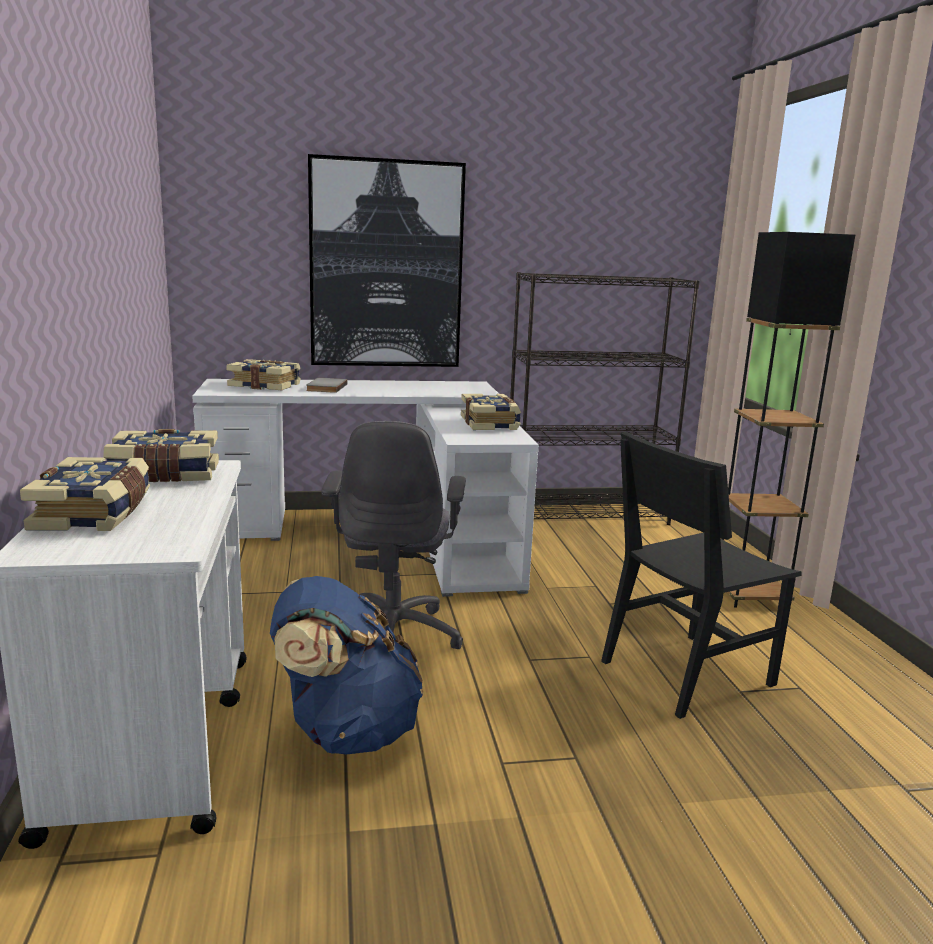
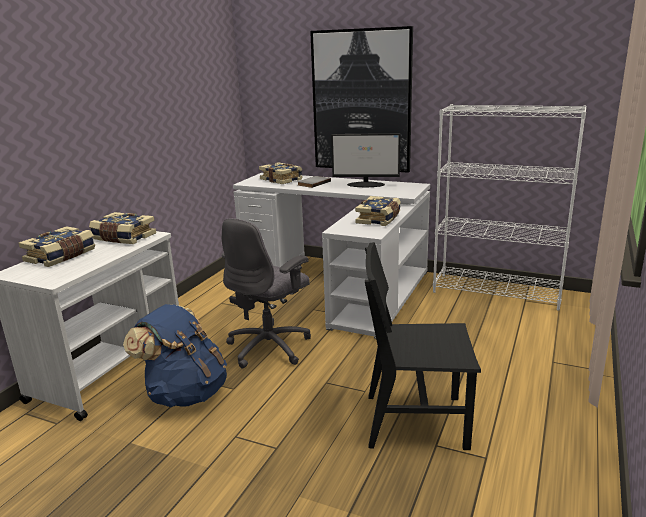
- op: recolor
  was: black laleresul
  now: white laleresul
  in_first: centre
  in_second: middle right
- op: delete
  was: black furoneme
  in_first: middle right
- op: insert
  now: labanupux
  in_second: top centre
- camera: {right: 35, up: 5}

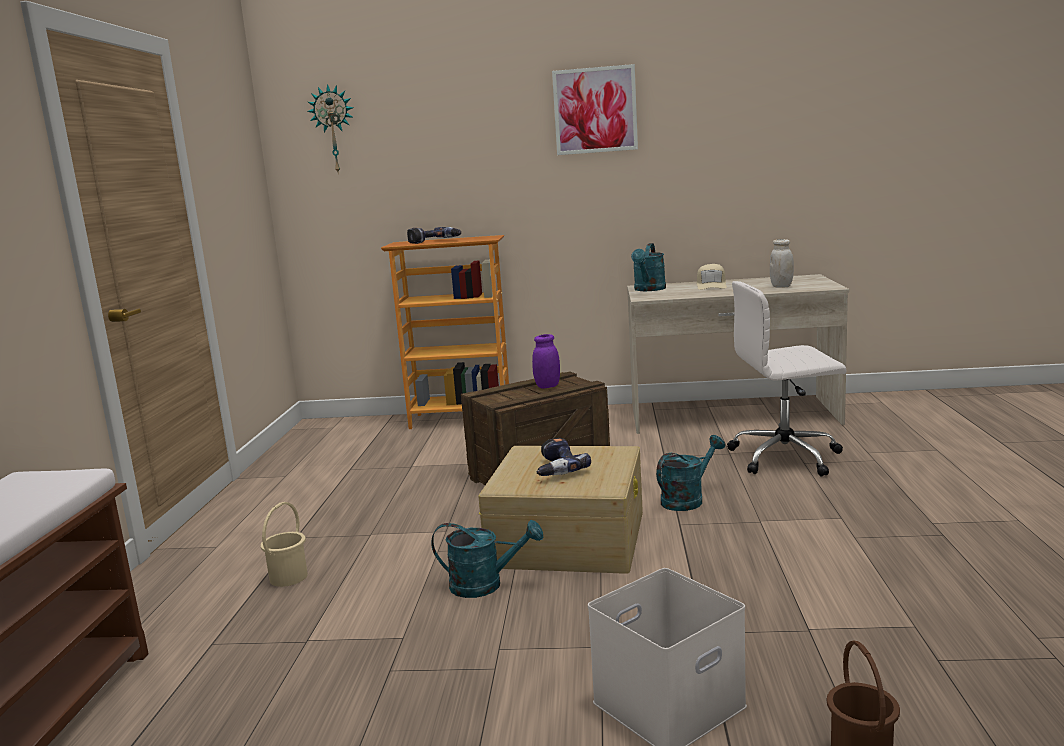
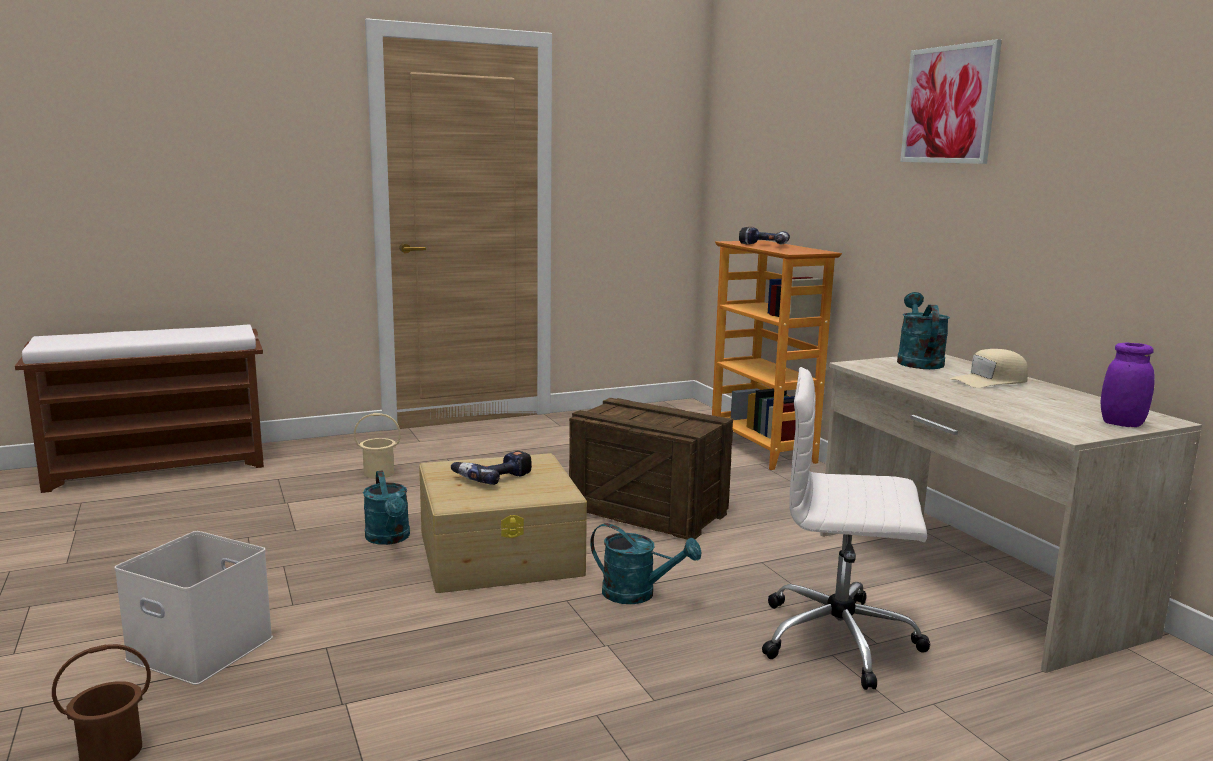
- op: delete
  was: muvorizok
  in_first: top left
- op: move
  was: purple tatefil
  in_first: centre
  in_second: middle right
- op: rotate
  was: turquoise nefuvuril (2nd from left in the first image)
  in_first: centre
  in_second: middle right
  clockwise: 105
- op: rotate
  was: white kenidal
  in_first: middle right
  in_second: bottom right
  clockwise: -45
- op: delete
  was: white tatefil
  in_first: middle right
- camera: {right: 60, up: 0}

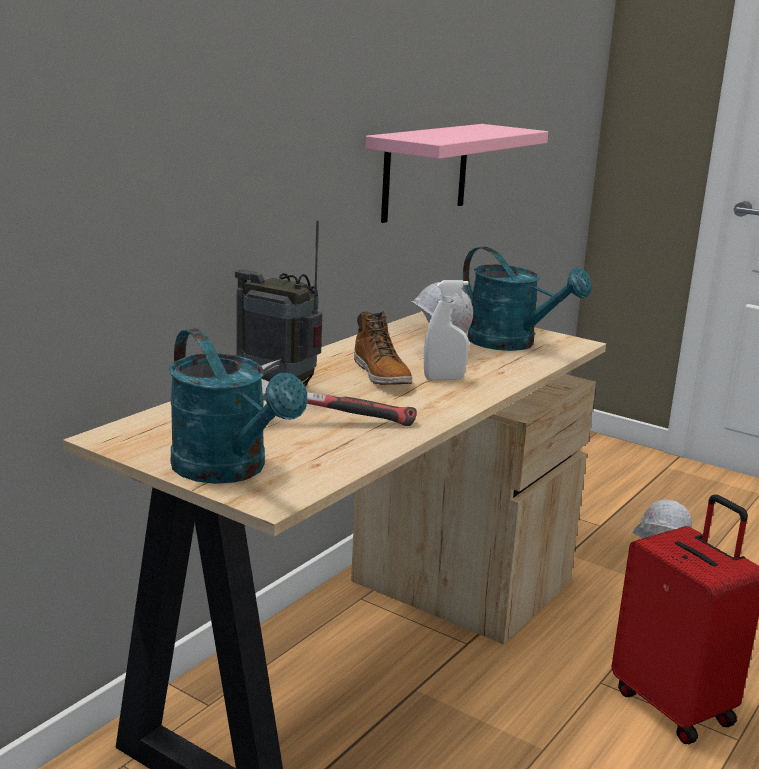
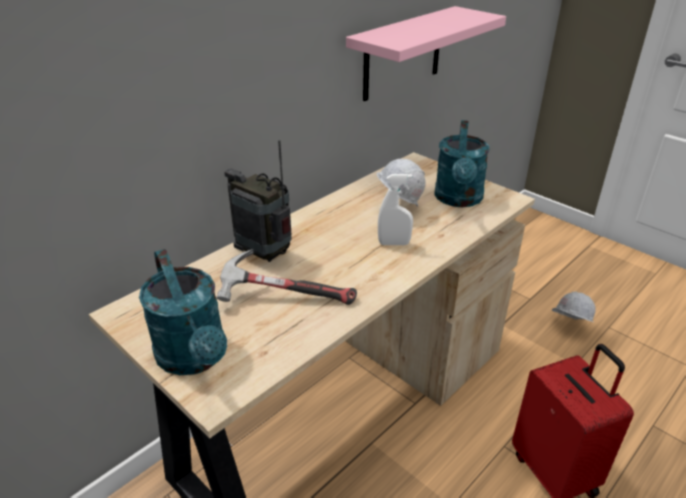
- op: delete
  was: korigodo
  in_first: centre
- op: rotate
  was: turquoise nefuvuril (2nd from left)
  in_first: middle right
  in_second: top right
  clockwise: 45
- camera: {right: 10, up: 15}

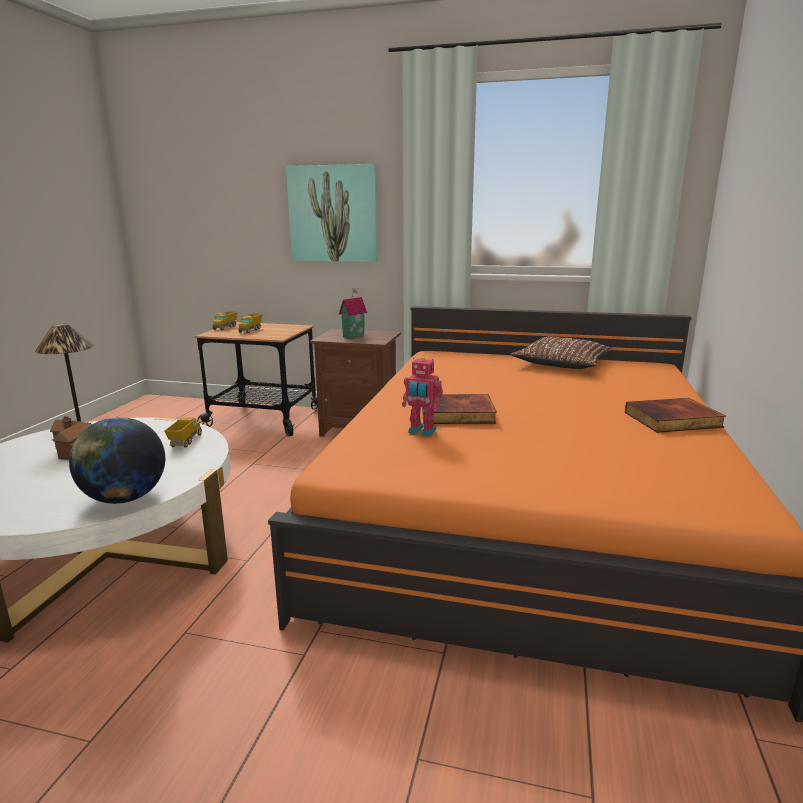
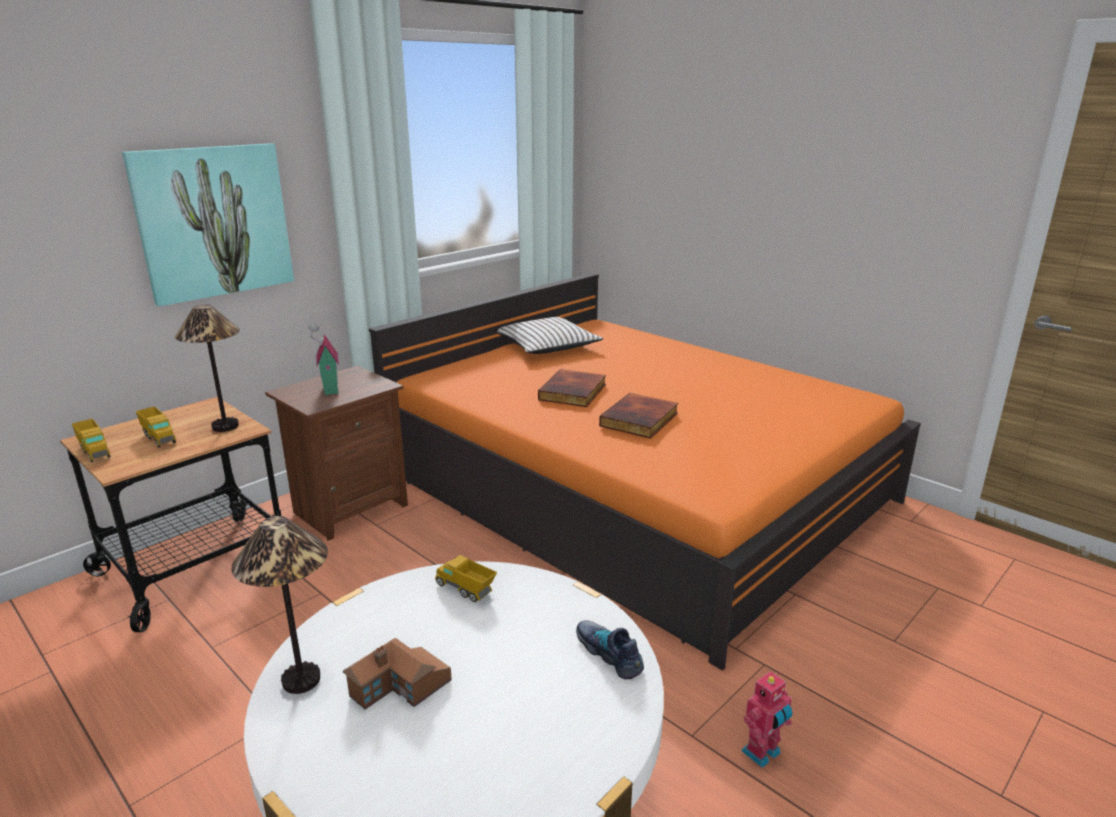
- op: replace
  was: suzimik
  now: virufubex
  in_first: middle left
  in_second: bottom centre
- op: move
  was: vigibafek
  in_first: centre
  in_second: bottom right
- op: recolor
  was: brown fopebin
  now: white fopebin
  in_first: middle right
  in_second: centre
- op: move
  was: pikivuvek (2nd from left in the first image)
  now: pikivuvek (1st from left)
  in_first: middle right
  in_second: centre
- op: insert
  now: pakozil (1st from left)
  in_second: middle left
- camera: {right: -60, up: 5}

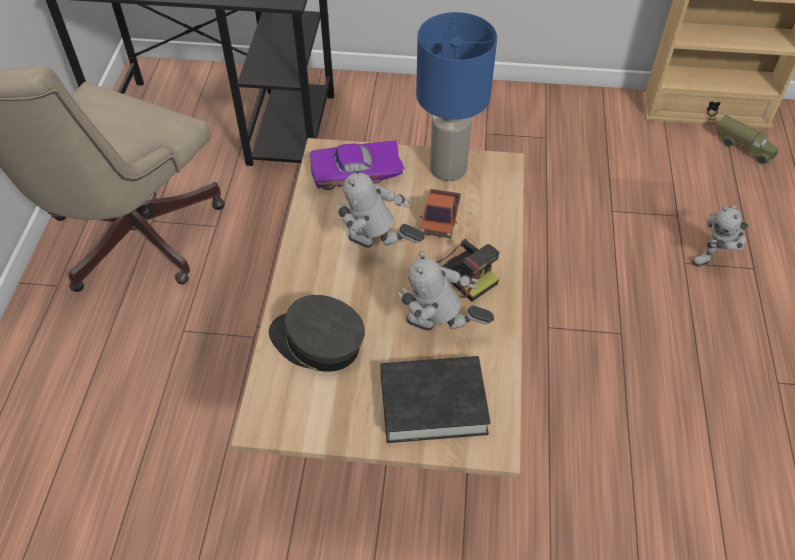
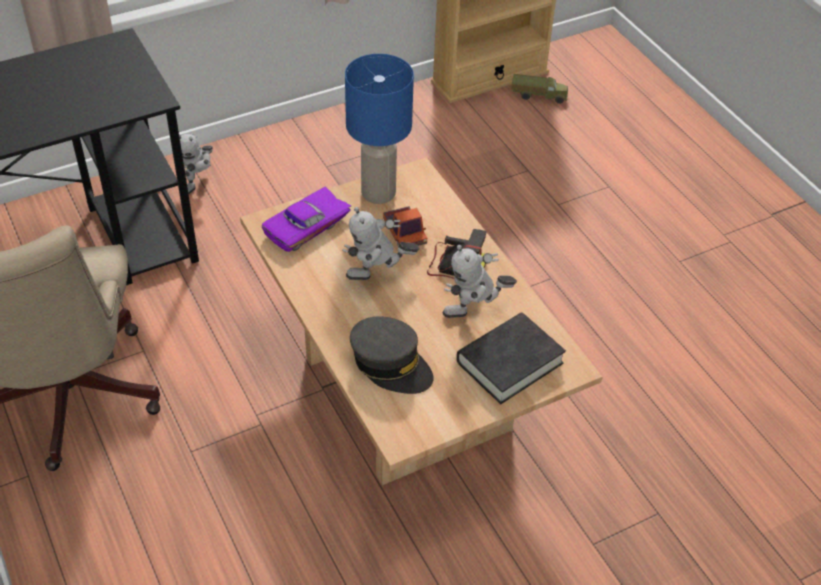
- op: rotate
  was: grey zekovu
  in_first: centre
  in_second: centre
  clockwise: -135
- op: move
  was: vigibafek (3rd from left in the first image)
  now: vigibafek (1st from left)
  in_first: middle right
  in_second: top left
- camera: {right: -35, up: -5}

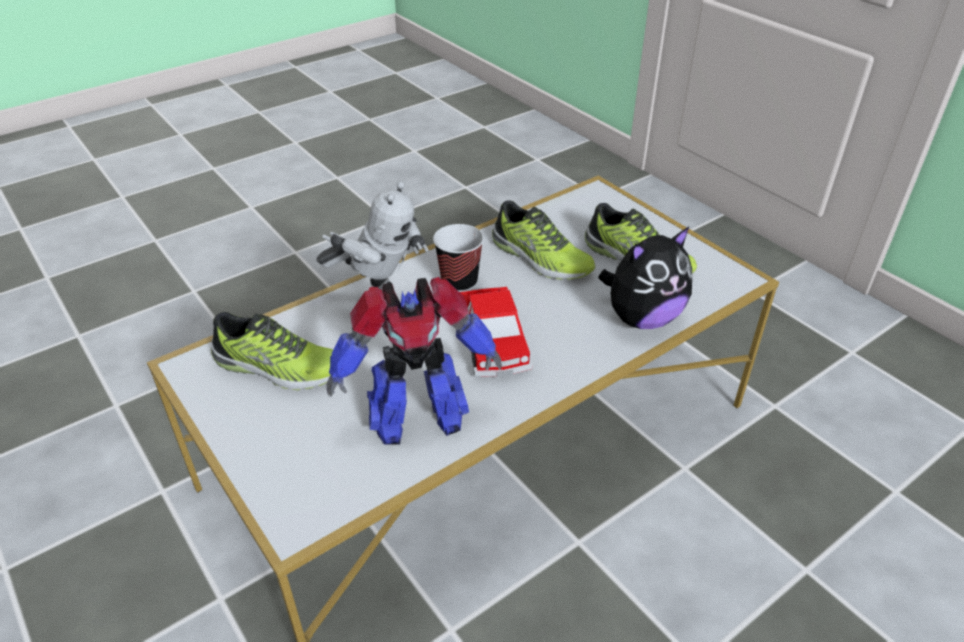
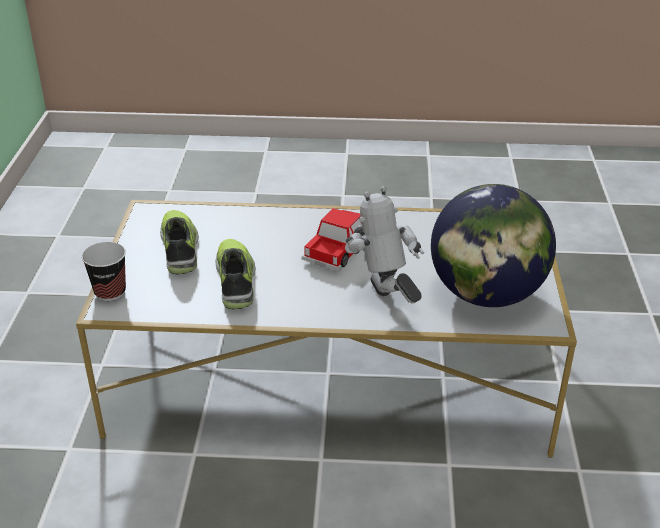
- op: replace
  was: virufubex (1st from left)
  now: suzimik
  in_first: middle left
  in_second: middle right
- op: delete
  was: vigibafek (2nd from left)
  in_first: centre
- op: move
  was: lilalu
  in_first: centre
  in_second: middle left
- op: delete
  was: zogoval
  in_first: middle right
- camera: {right: -140, up: -5}

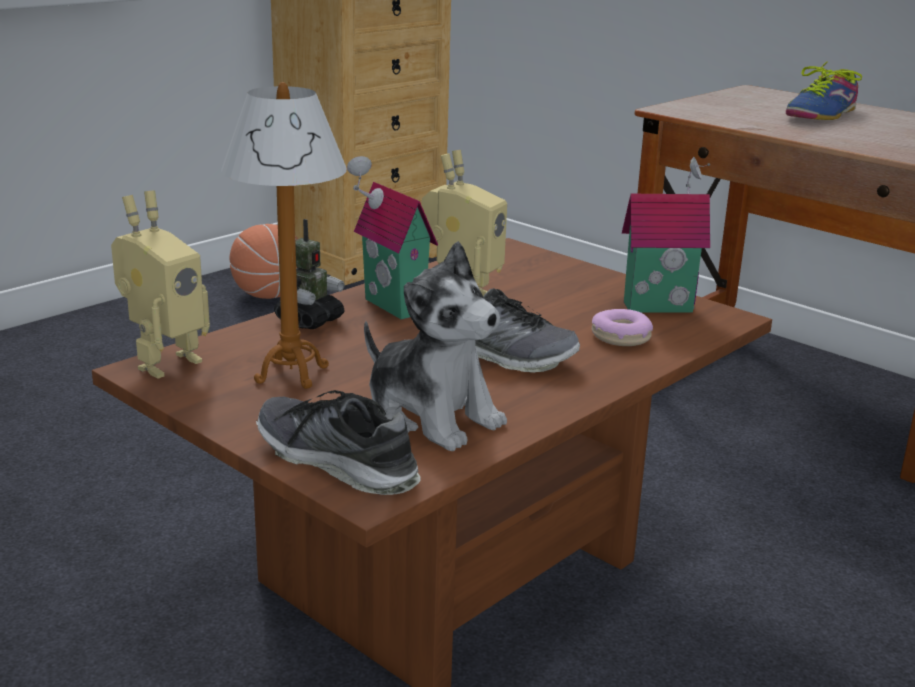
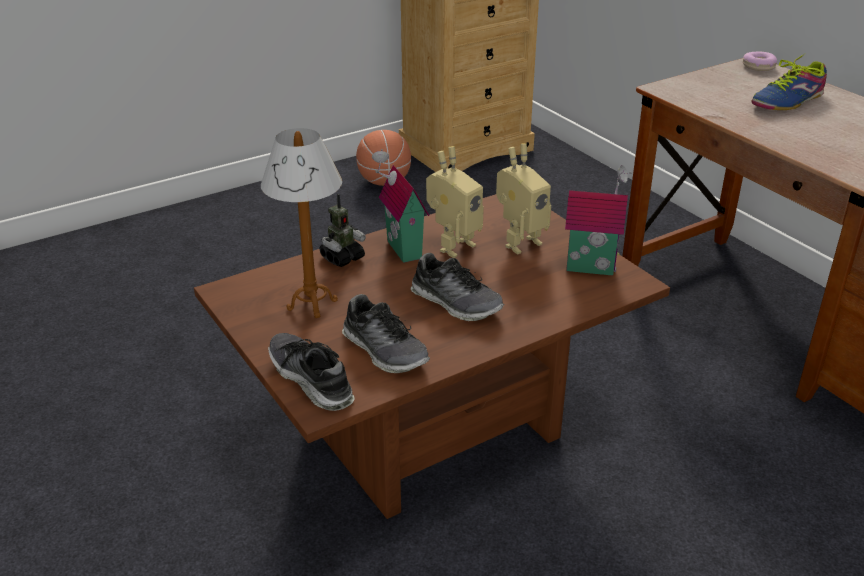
- op: move
  was: vigibafek (1st from left in the first image)
  now: vigibafek (3rd from left)
  in_first: middle left
  in_second: centre
- op: replace
  was: zogoval
  now: virufubex (2nd from left)
  in_first: centre
  in_second: centre
- op: move
  was: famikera
  in_first: middle right
  in_second: top right
- camera: {right: 15, up: 10}

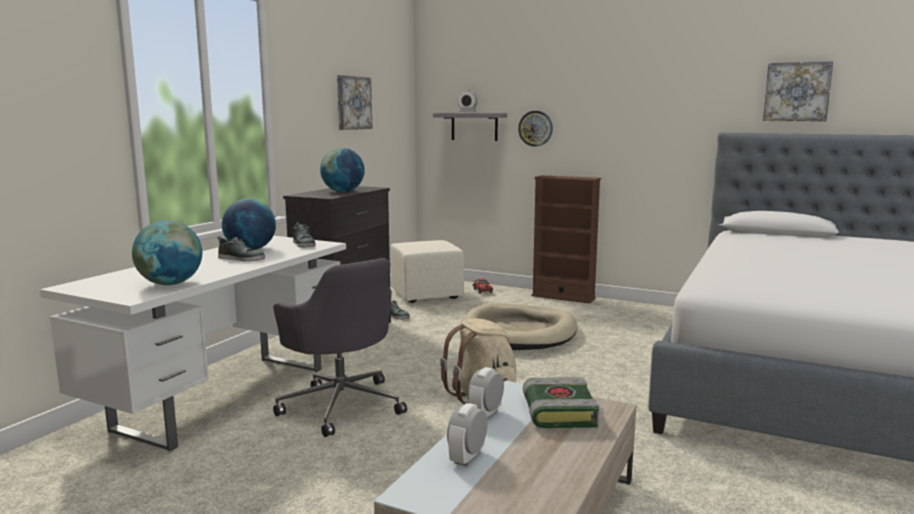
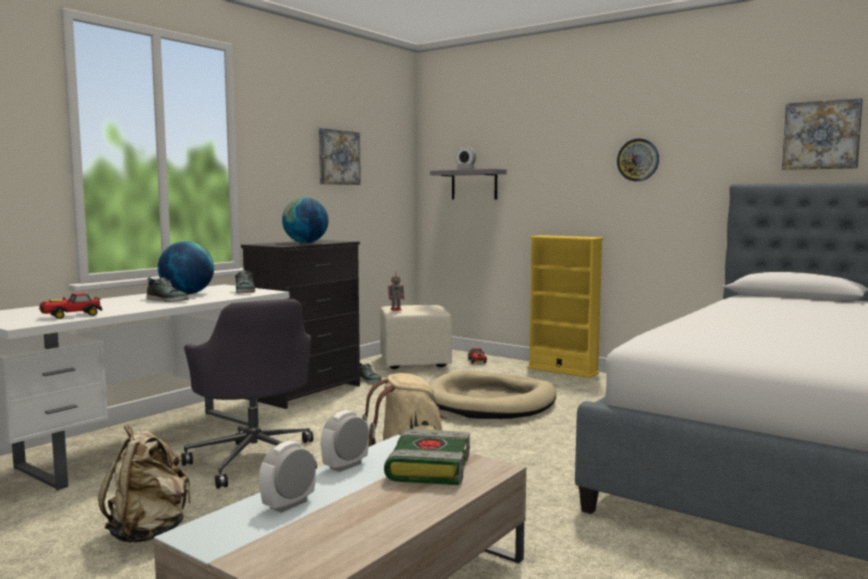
- op: replace
  was: suzimik (1st from left)
  now: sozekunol (1st from left)
  in_first: middle left
  in_second: middle left
- op: move
  was: muvorizok
  in_first: top centre
  in_second: top right
- op: recolor
  was: brown laleresul
  now: yellow laleresul
  in_first: centre
  in_second: centre
- op: insert
  now: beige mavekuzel (1st from left)
  in_second: bottom left
- op: insert
  now: vigibafek
  in_second: centre
- camera: {right: 10, up: -5}

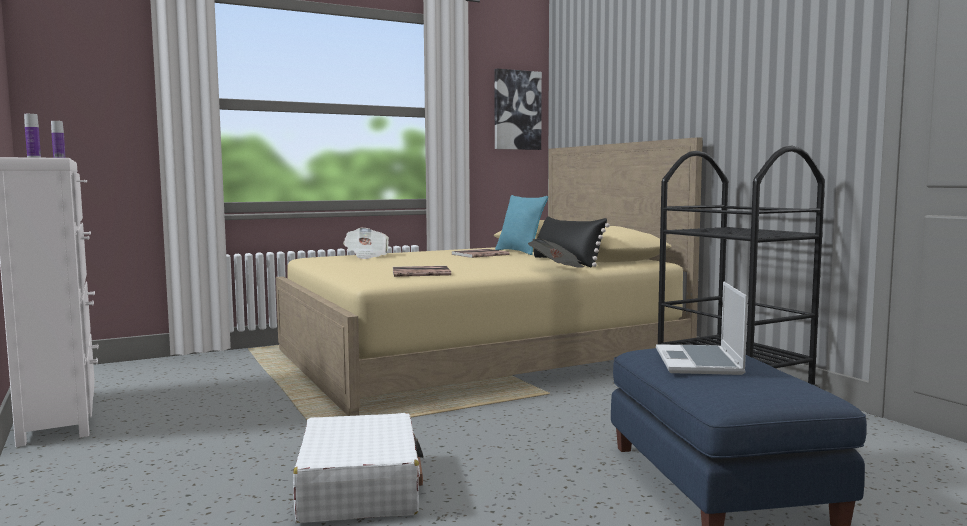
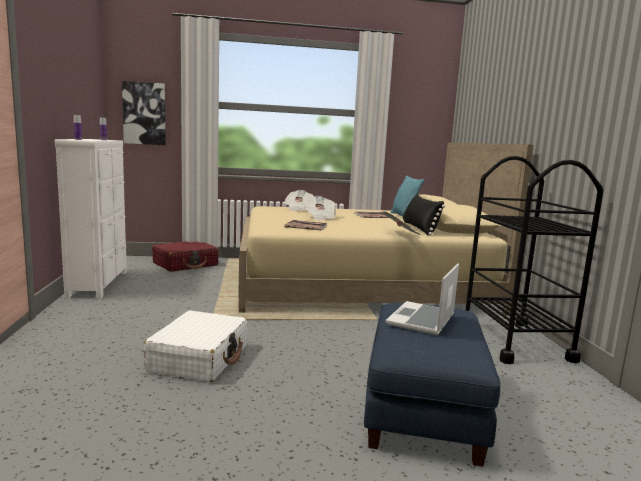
- op: move
  was: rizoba
  in_first: top centre
  in_second: top left
- op: insert
  now: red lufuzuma
  in_second: middle left
- op: insert
  now: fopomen (2nd from left)
  in_second: centre
- camera: {right: 20, up: 5}

